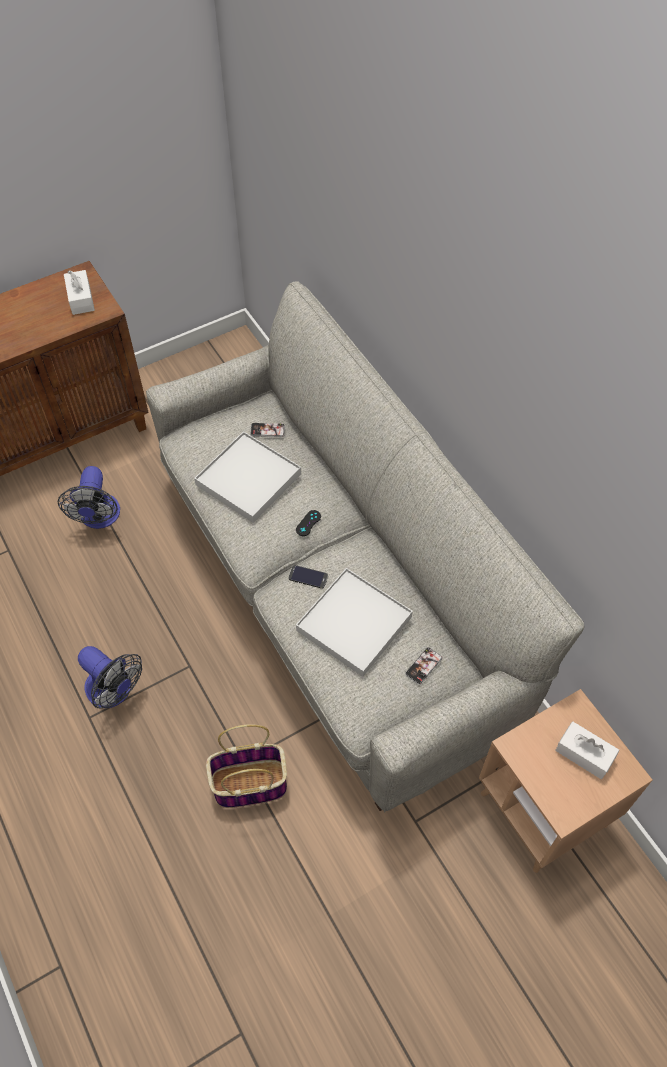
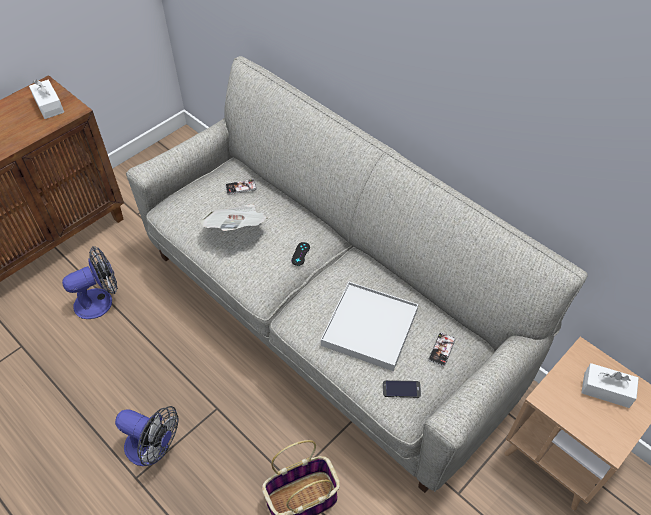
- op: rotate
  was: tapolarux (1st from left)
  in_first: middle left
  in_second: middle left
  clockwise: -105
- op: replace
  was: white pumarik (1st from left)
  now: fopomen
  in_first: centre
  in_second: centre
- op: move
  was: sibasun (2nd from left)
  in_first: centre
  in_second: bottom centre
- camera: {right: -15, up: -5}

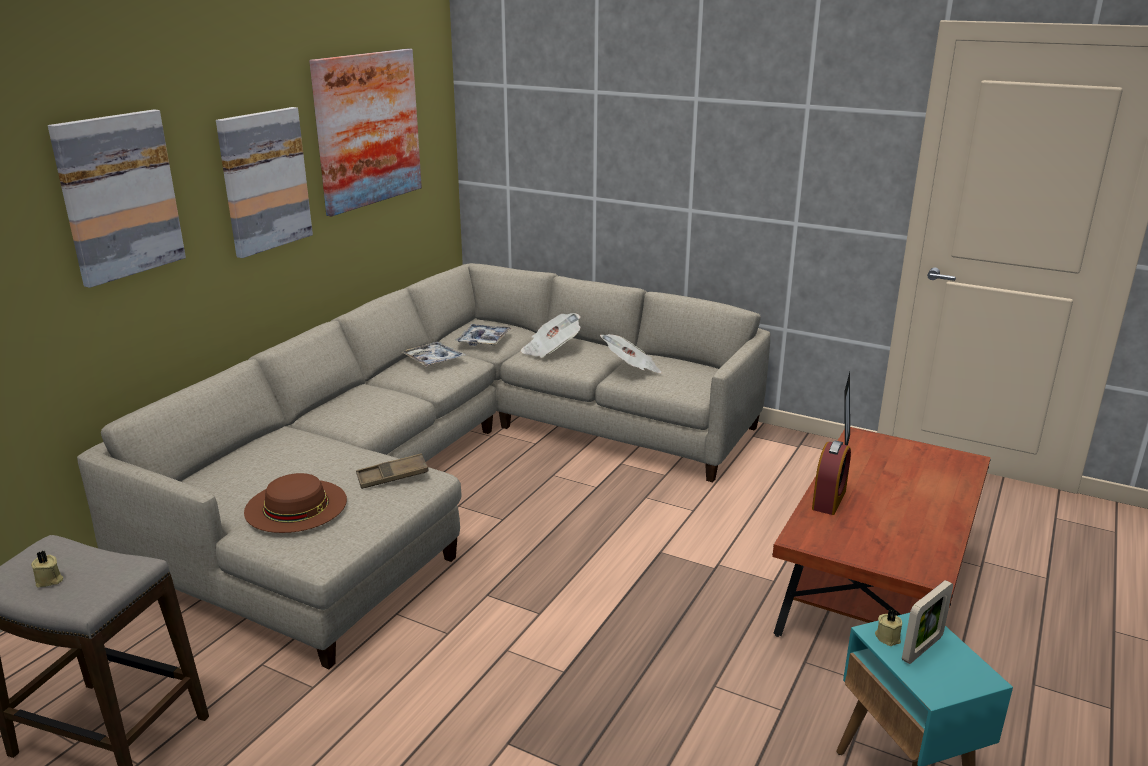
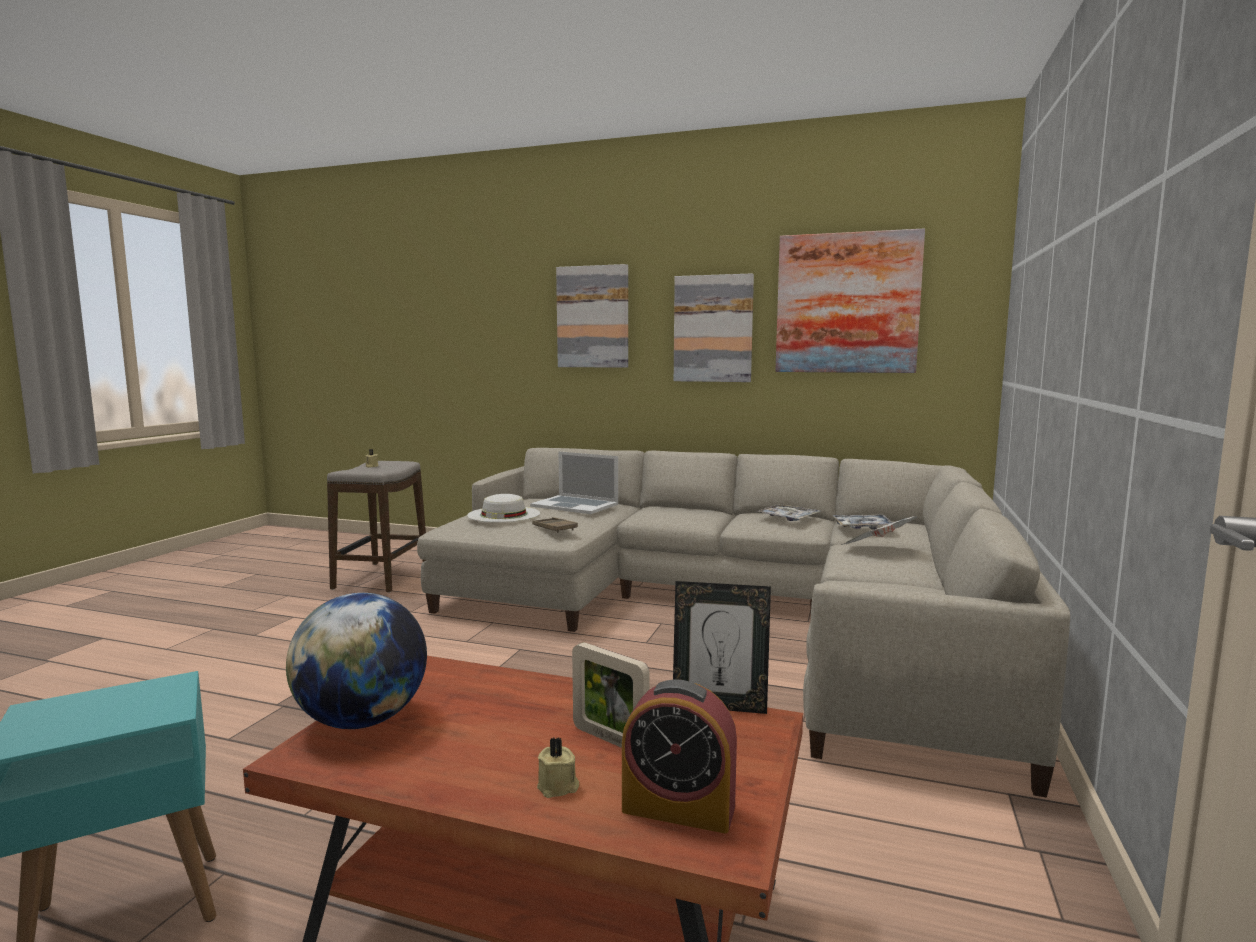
- op: recolor
  was: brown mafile
  now: white mafile
  in_first: middle left
  in_second: centre
- op: delete
  was: fopomen (2nd from left)
  in_first: centre
- op: move
  was: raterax
  in_first: middle right
  in_second: bottom centre
- op: move
  was: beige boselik (2nd from left)
  in_first: bottom right
  in_second: bottom centre
- op: move
  was: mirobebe (2nd from left in the first image)
  now: mirobebe (1st from left)
  in_first: bottom right
  in_second: bottom centre
- op: insert
  now: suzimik
  in_second: bottom left
- op: insert
  now: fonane
  in_second: centre
- camera: {right: 80, up: -15}

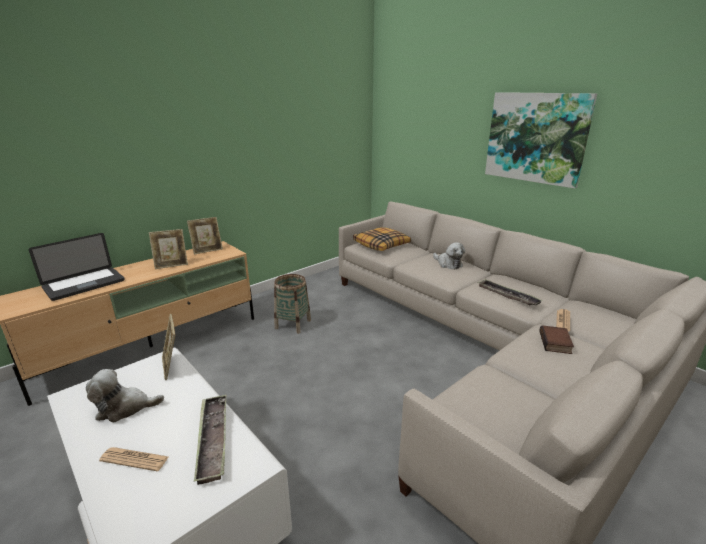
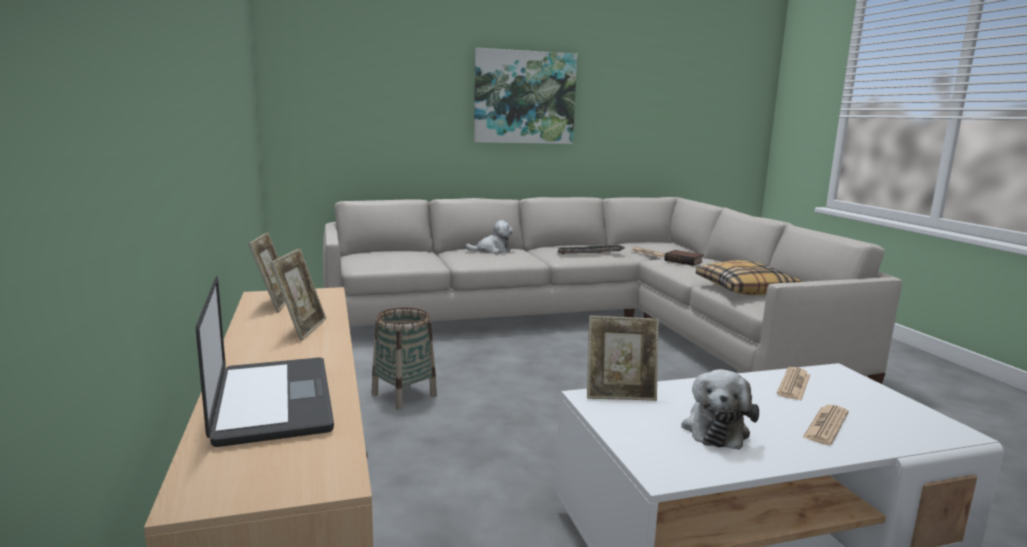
- op: replace
  was: pumarik (1st from left)
  now: fopomen (2nd from left)
  in_first: bottom left
  in_second: bottom right
- op: move
  was: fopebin
  in_first: centre
  in_second: middle right
- camera: {right: -65, up: -10}

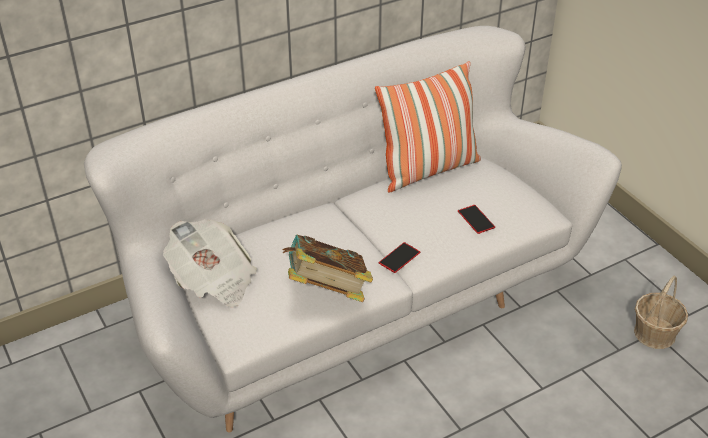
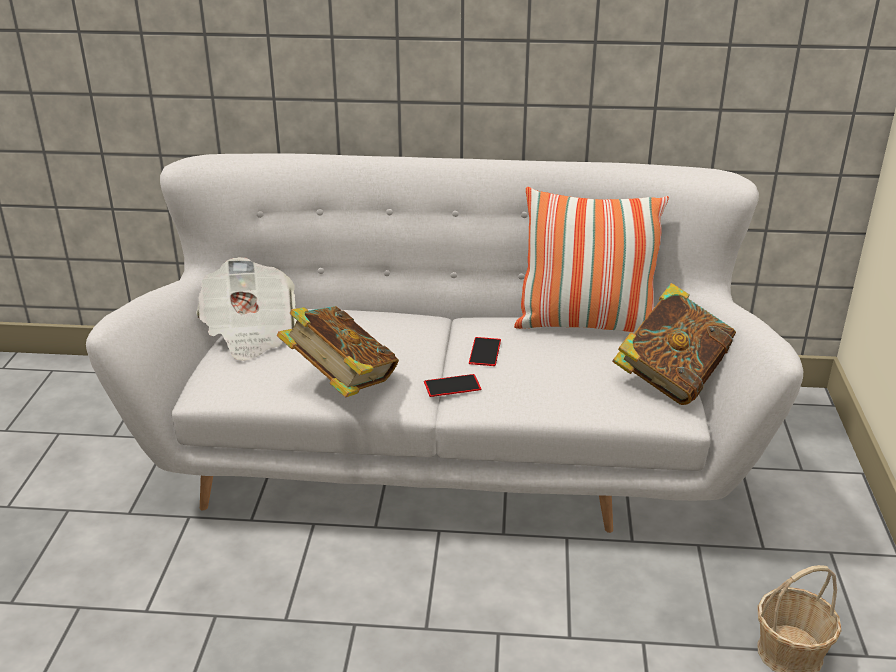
- op: move
  was: sibasun (2nd from left)
  in_first: middle right
  in_second: centre
- op: insert
  now: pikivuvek (2nd from left)
  in_second: middle right
- camera: {right: 35, up: -10}

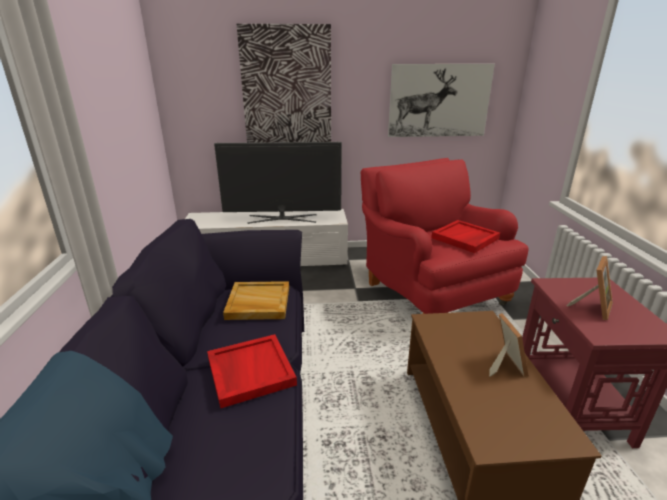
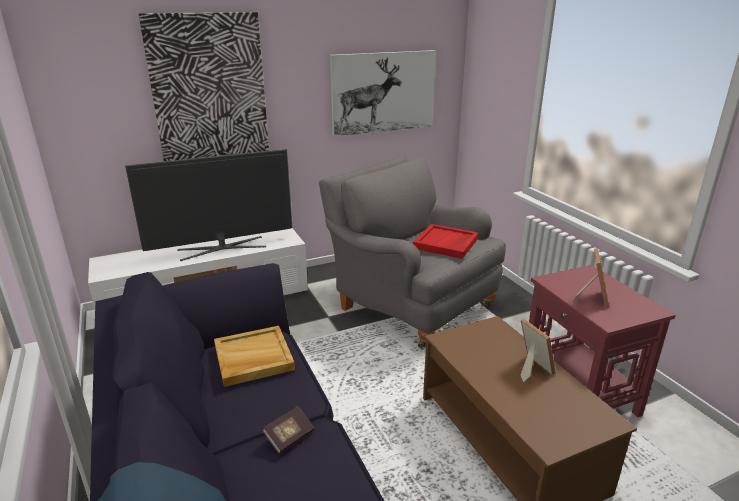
- op: replace
  was: red pumarik (1st from left)
  now: pikivuvek
  in_first: bottom centre
  in_second: bottom centre
- op: recolor
  was: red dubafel
  now: grey dubafel
  in_first: middle right
  in_second: centre
- camera: {right: -20, up: 0}

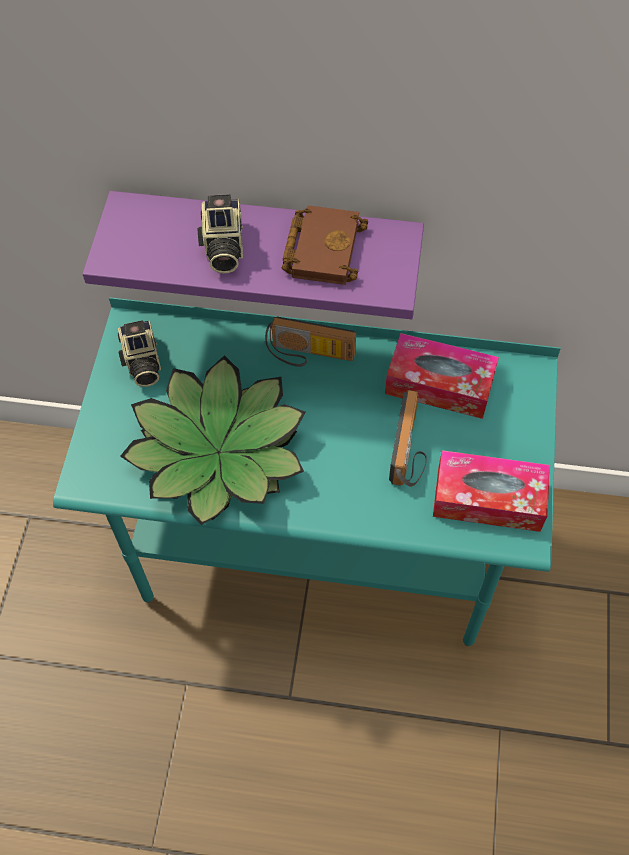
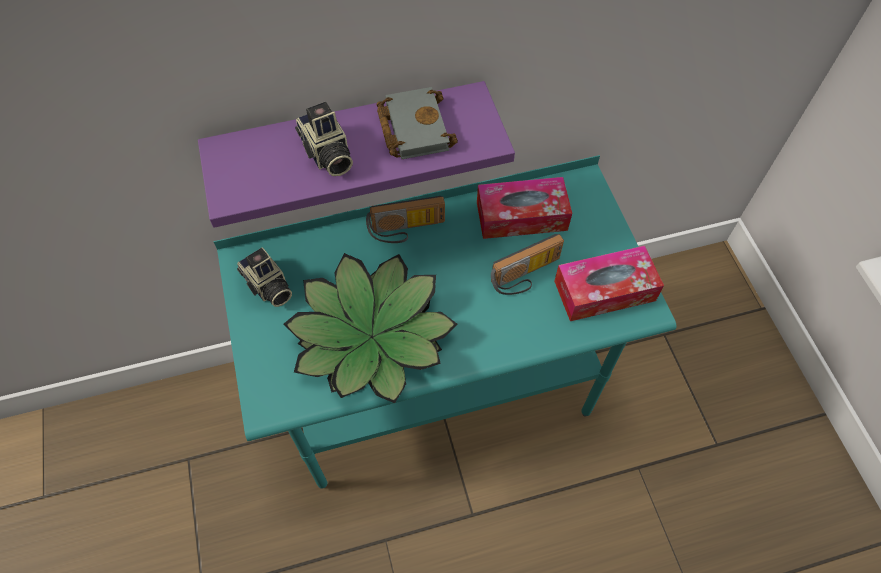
- op: recolor
  was: brown pikivuvek
  now: grey pikivuvek
  in_first: top centre
  in_second: top centre
- op: rotate
  was: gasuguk (2nd from left)
  in_first: centre
  in_second: centre
  clockwise: 75
- camera: {right: -25, up: 0}

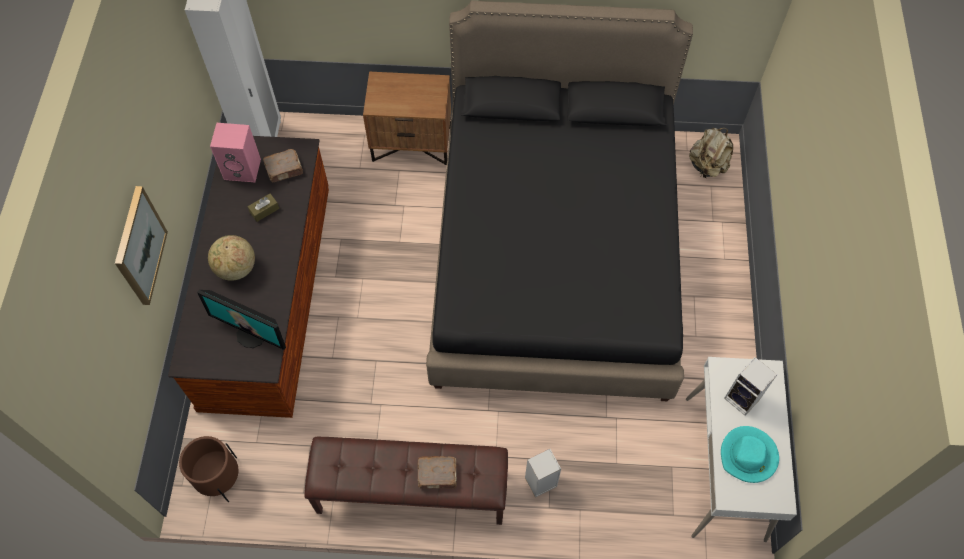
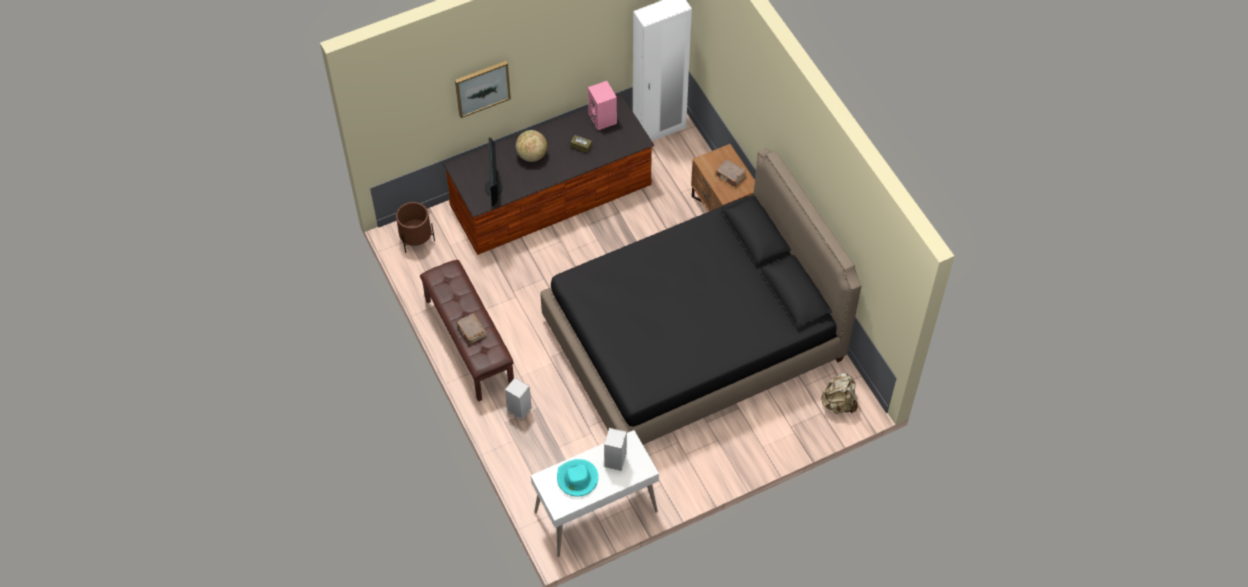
- op: move
  was: brown pikivuvek (1st from left in the first image)
  now: brown pikivuvek (2nd from left)
  in_first: top left
  in_second: top centre
- camera: {right: 60, up: -5}

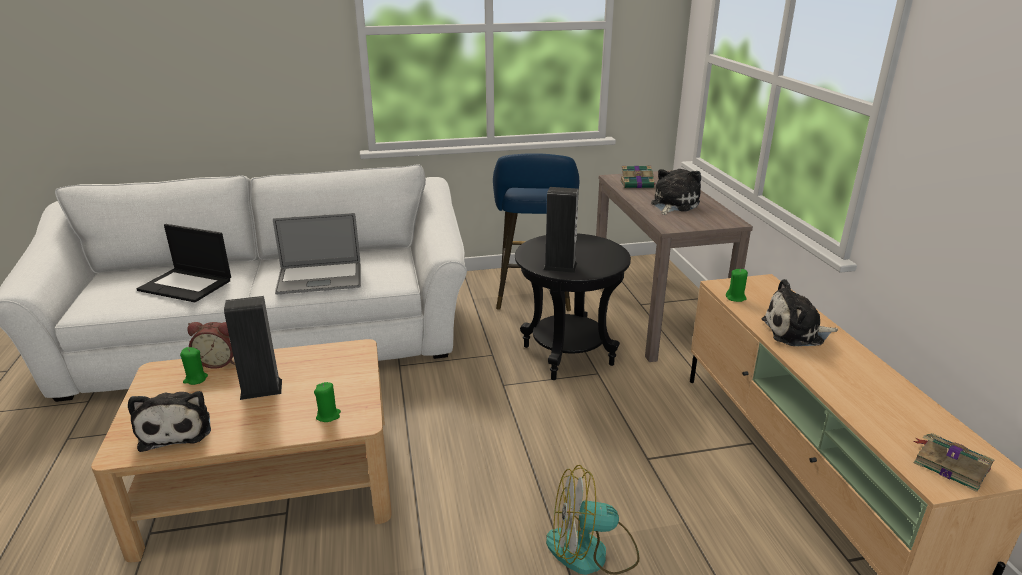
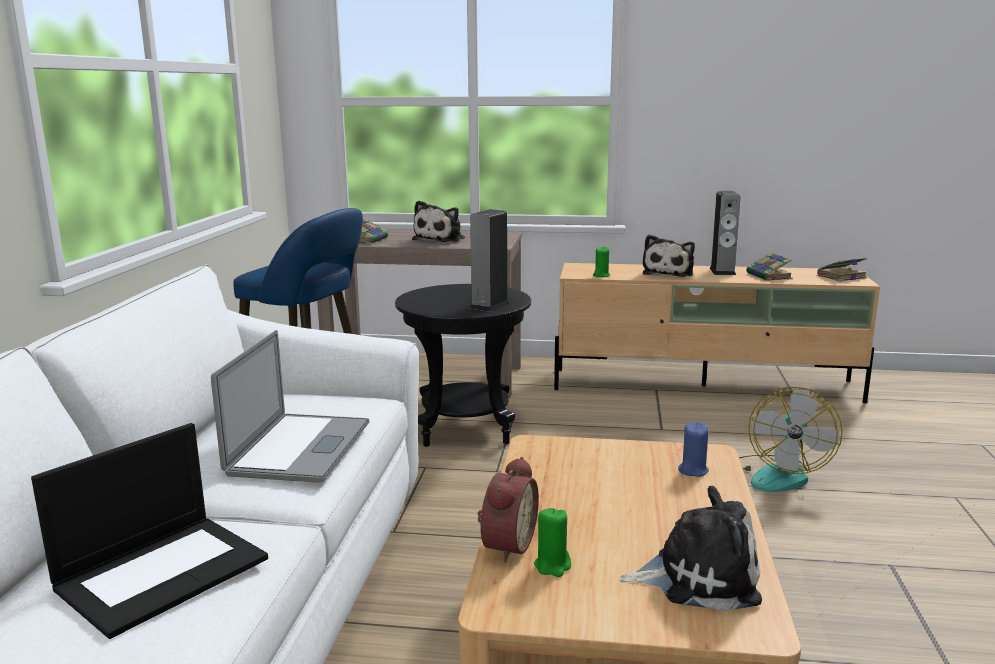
- op: move
  was: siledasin (1st from left in the first image)
  now: siledasin (2nd from left)
  in_first: middle left
  in_second: middle right
- op: recolor
  was: green boselik (2nd from left)
  now: blue boselik
  in_first: bottom left
  in_second: bottom right
- op: rotate
  was: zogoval (2nd from left in the first image)
  in_first: centre
  in_second: top centre
  clockwise: -120
- op: insert
  now: pikivuvek (2nd from left)
  in_second: middle right
- camera: {right: -70, up: -10}

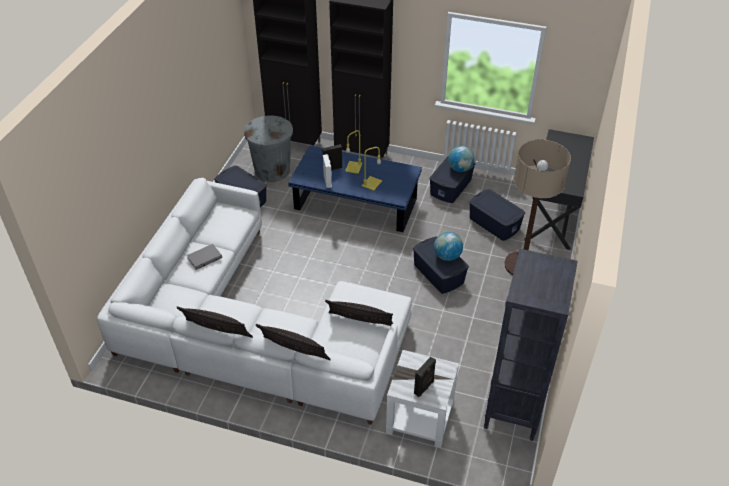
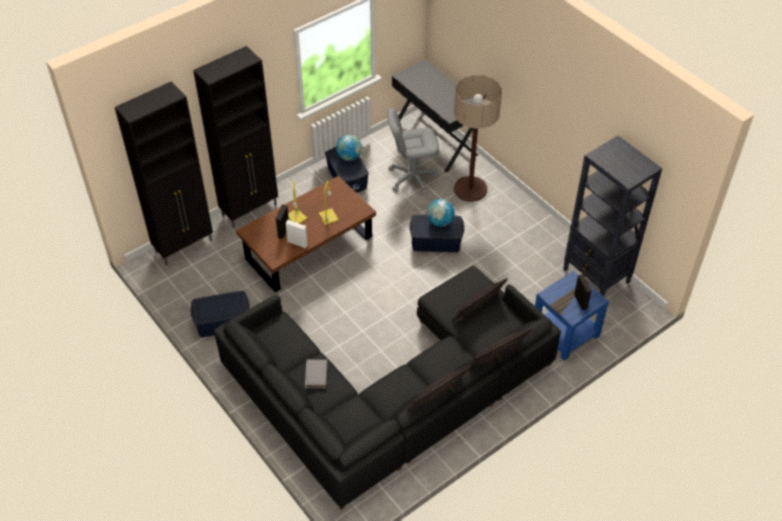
- op: recolor
  was: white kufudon
  now: black kufudon
  in_first: centre
  in_second: bottom centre
- op: delete
  was: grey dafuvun
  in_first: top centre
- op: recolor
  was: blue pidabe
  now: brown pidabe
  in_first: centre
  in_second: centre
- op: recolor
  was: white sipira
  now: blue sipira
  in_first: bottom centre
  in_second: middle right
- op: replace
  was: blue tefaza (4th from left)
  now: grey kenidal
  in_first: middle right
  in_second: top centre
- camera: {right: -55, up: 5}

